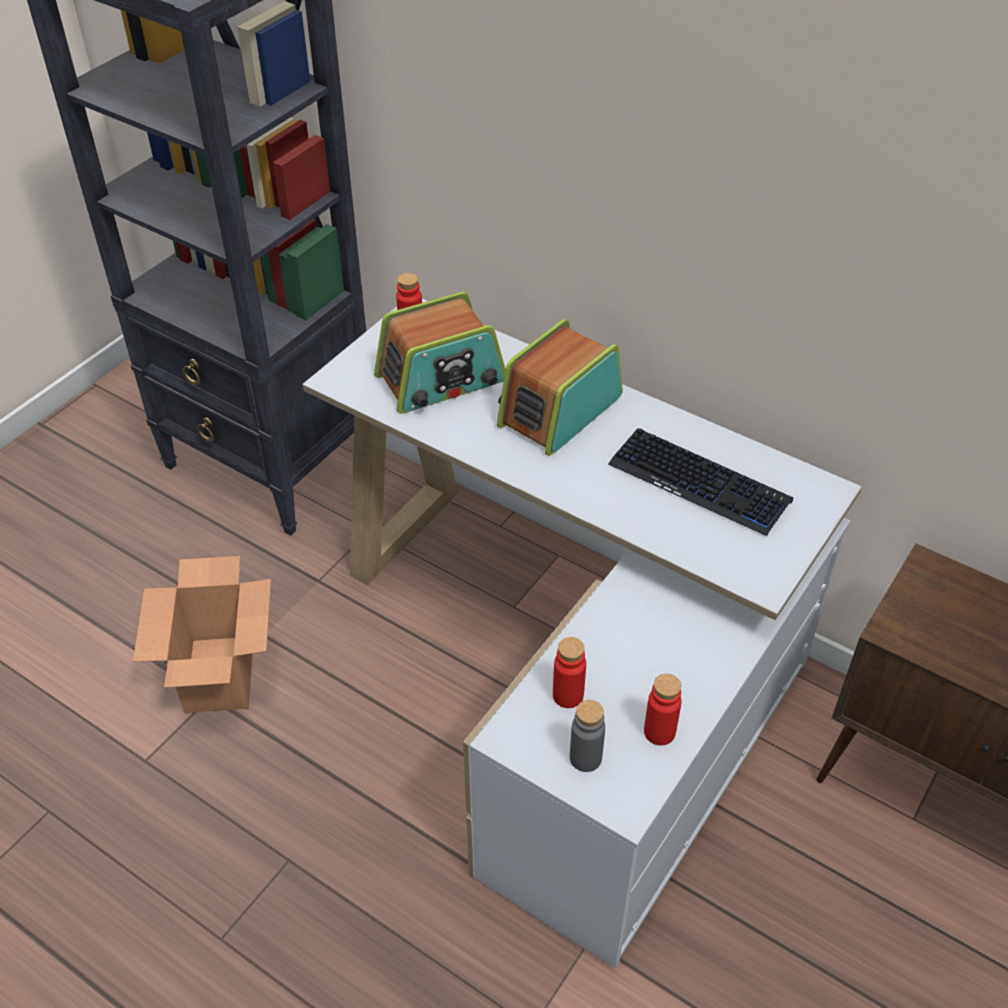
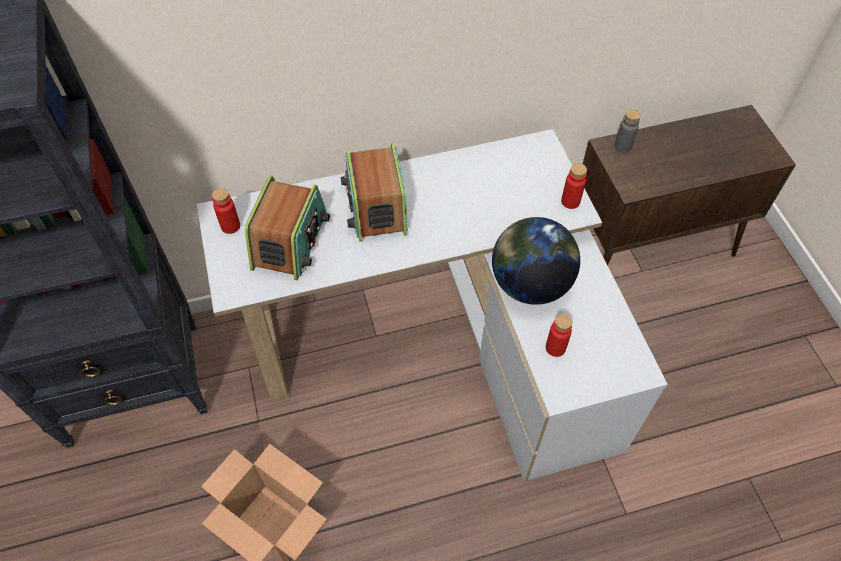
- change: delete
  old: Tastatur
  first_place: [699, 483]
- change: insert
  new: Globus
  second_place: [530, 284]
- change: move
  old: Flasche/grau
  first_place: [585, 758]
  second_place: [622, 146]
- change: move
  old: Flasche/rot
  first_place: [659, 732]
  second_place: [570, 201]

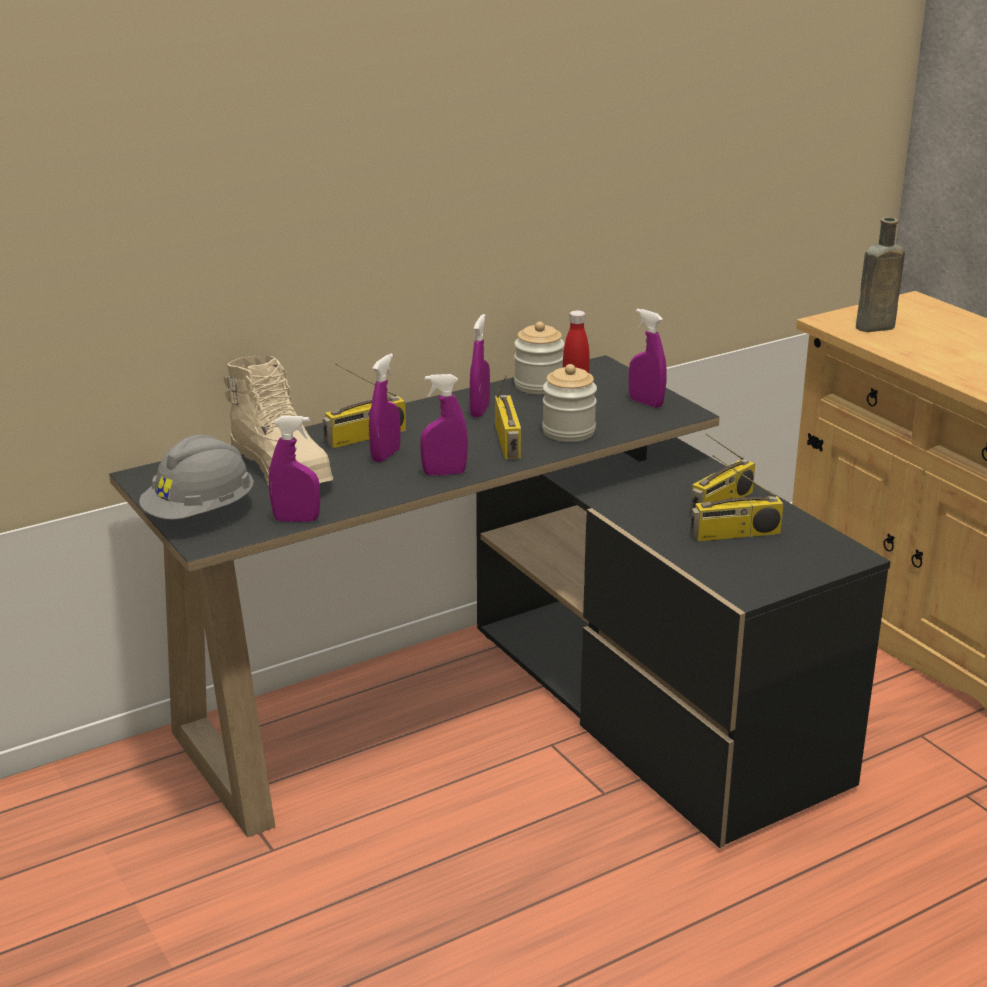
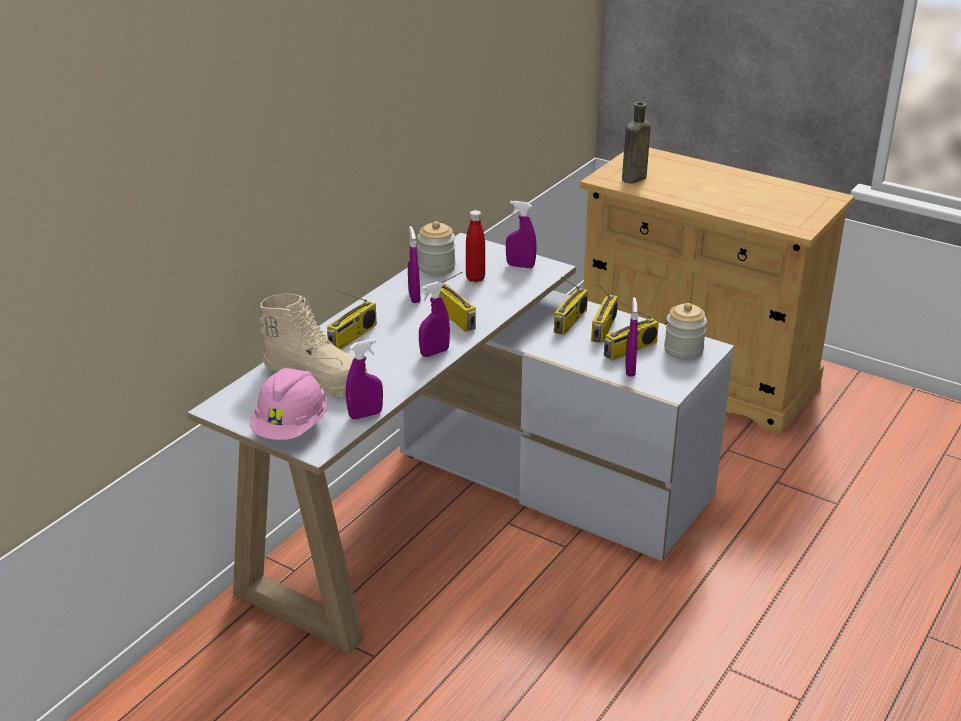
- change: insert
  new: Radio
  second_place: [570, 321]
- change: move
  old: Sprühflasche/lila
  first_place: [385, 455]
  second_place: [630, 369]
- change: move
  old: Vorratsglas
  first_place: [568, 432]
  second_place: [683, 350]
- change: recolor
  old: Schreibtisch/schwarz
  new: Schreibtisch/weiß
  first_place: [510, 718]
  second_place: [467, 512]
- change: recolor
  old: Schutzhelm/grau
  new: Schutzhelm/rosa
  first_place: [200, 514]
  second_place: [291, 427]

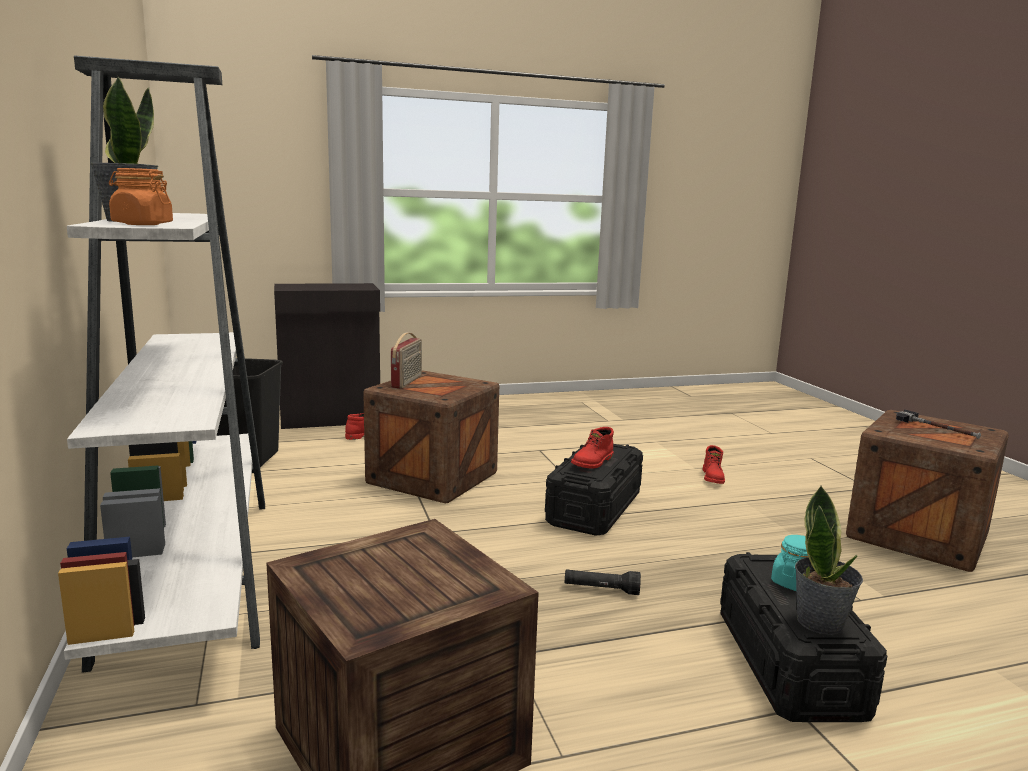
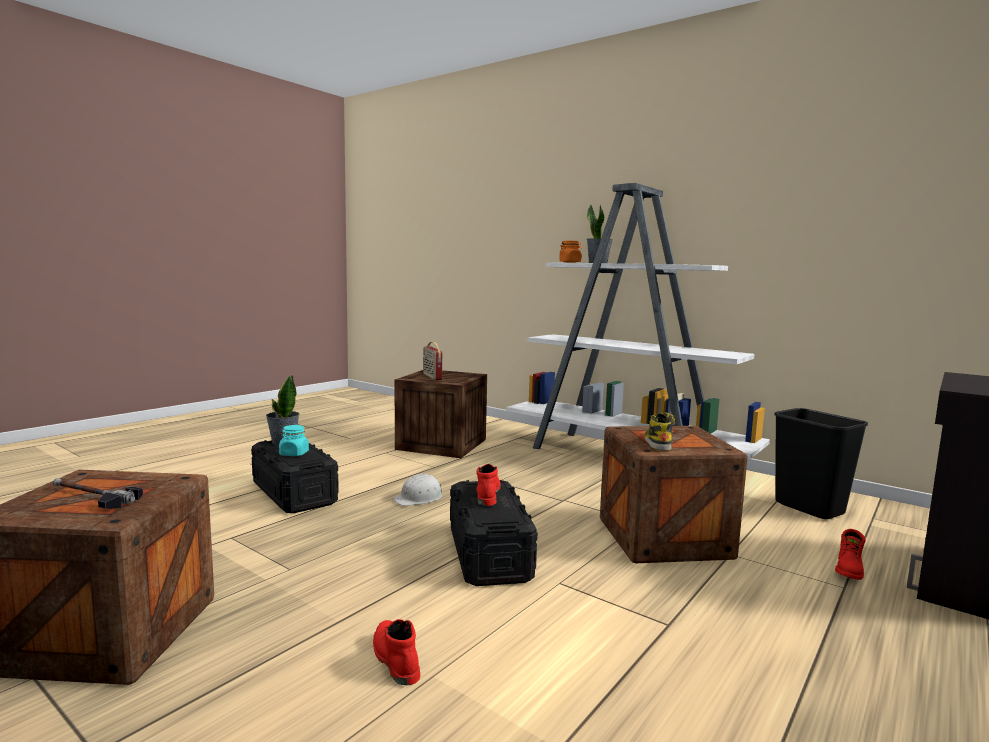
- change: insert
  new: Stiefel
  second_place: [657, 442]
- change: move
  old: Radio
  first_place: [407, 381]
  second_place: [431, 376]
- change: replace
  old: Taschenlampe/schwarz
  new: Schutzhelm/weiß
  first_place: [601, 590]
  second_place: [419, 498]

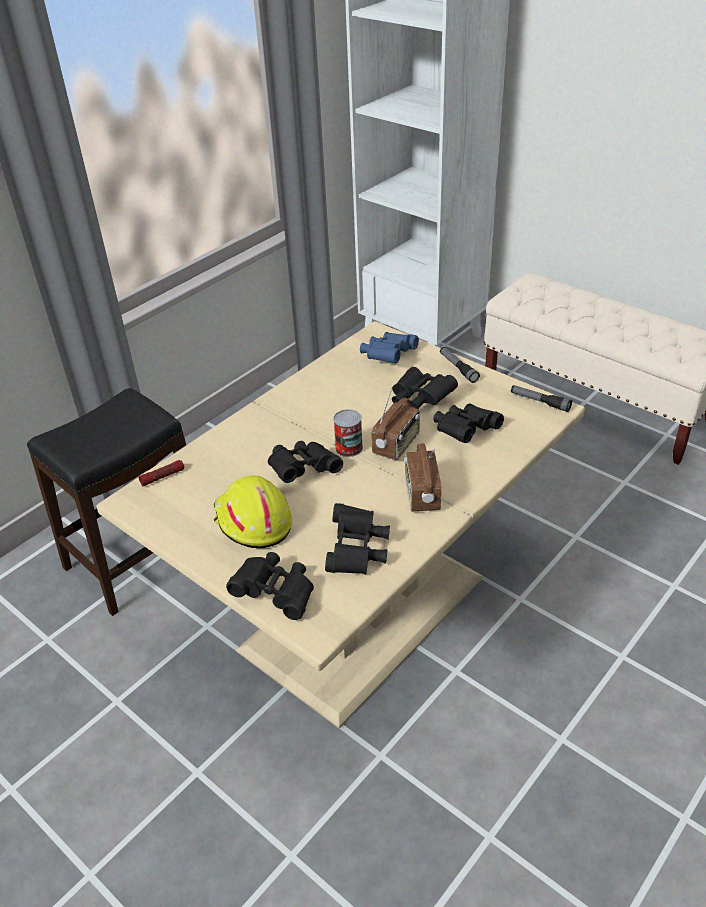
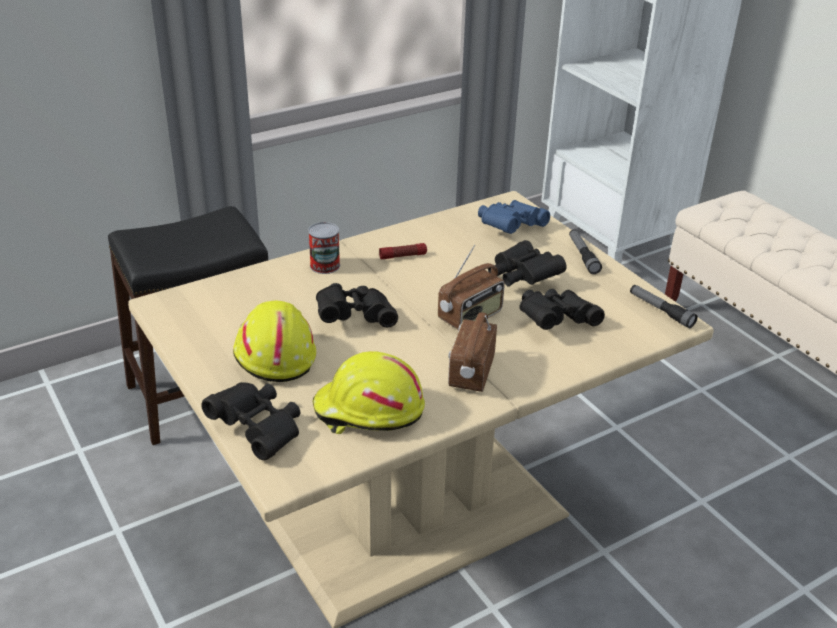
- change: move
  old: Taschenlampe
  first_place: [162, 477]
  second_place: [403, 256]
- change: move
  old: Dose
  first_place: [349, 448]
  second_place: [325, 266]
- change: replace
  old: Fernglas/schwarz
  new: Schutzhelm/gelb
  first_place: [357, 551]
  second_place: [368, 411]

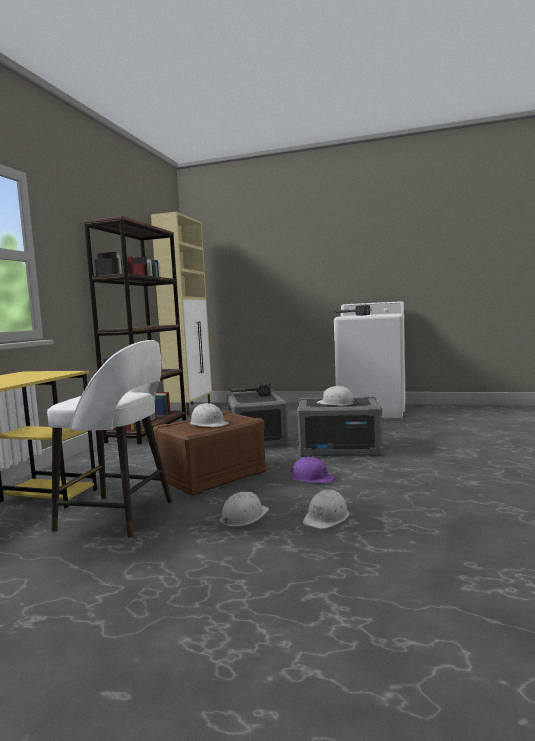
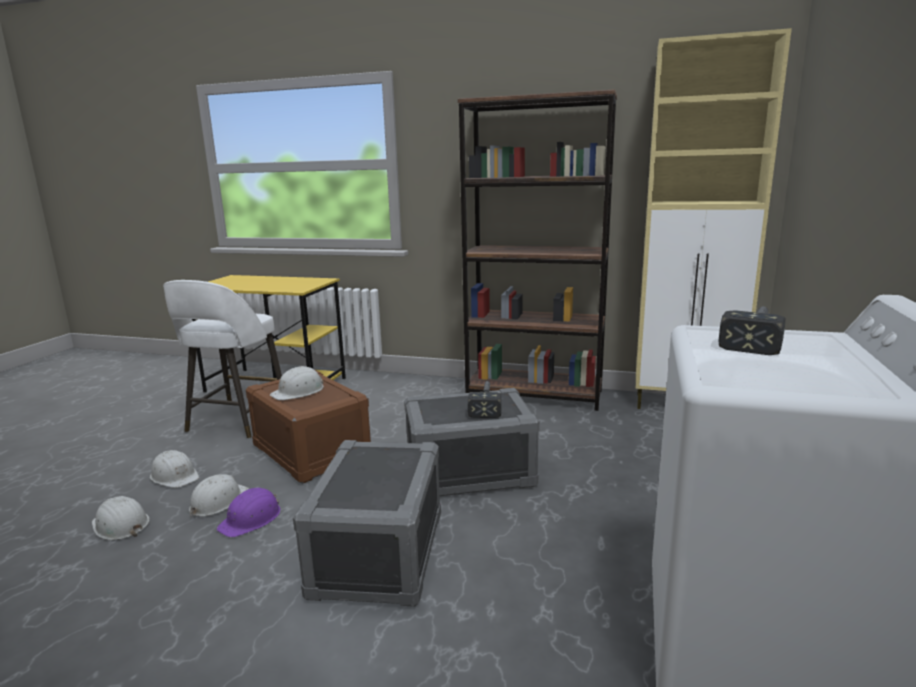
- change: move
  old: Schutzhelm/weiß
  first_place: [336, 403]
  second_place: [218, 501]

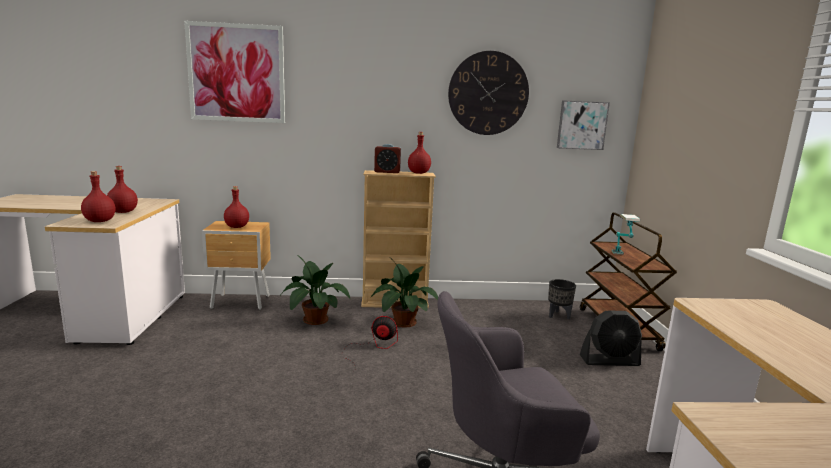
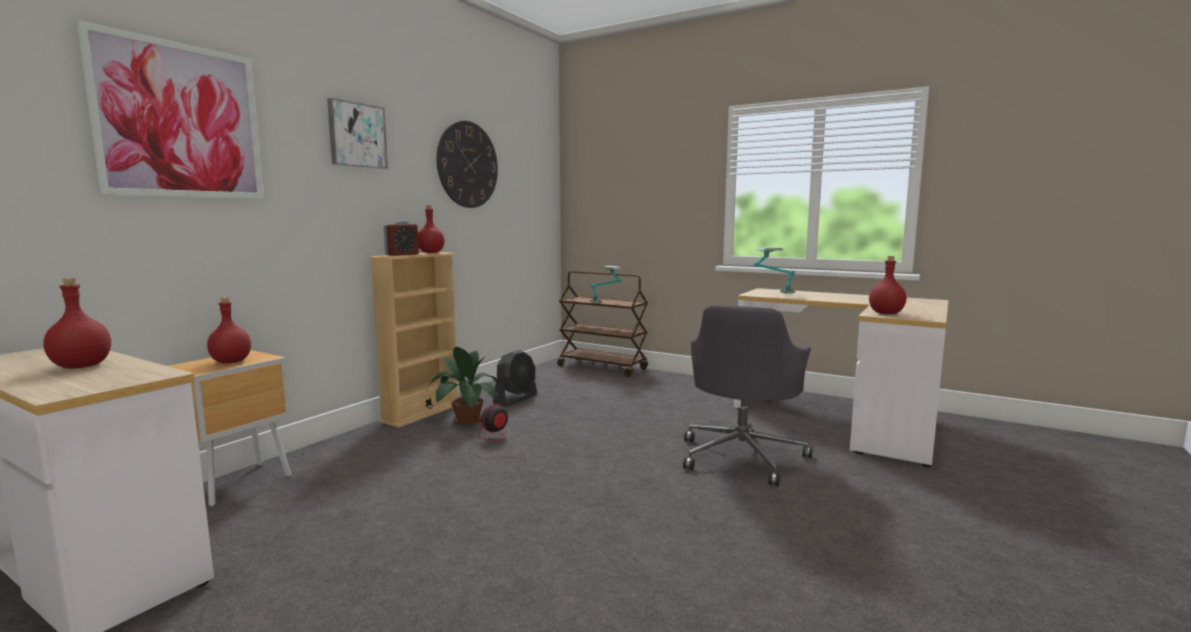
- change: delete
  old: Topfpflanze
  first_place: [313, 319]
- change: delete
  old: Pflanzkübel/schwarz
  first_place: [558, 316]
- change: insert
  new: Tischlampe
  second_place: [773, 293]
- change: move
  old: Flasche/rot
  first_place: [99, 221]
  second_place: [886, 313]
- change: move
  old: Bild
  first_place: [581, 125]
  second_place: [356, 135]
- change: move
  old: Ventilator/schwarz
  first_place: [609, 361]
  second_place: [515, 399]

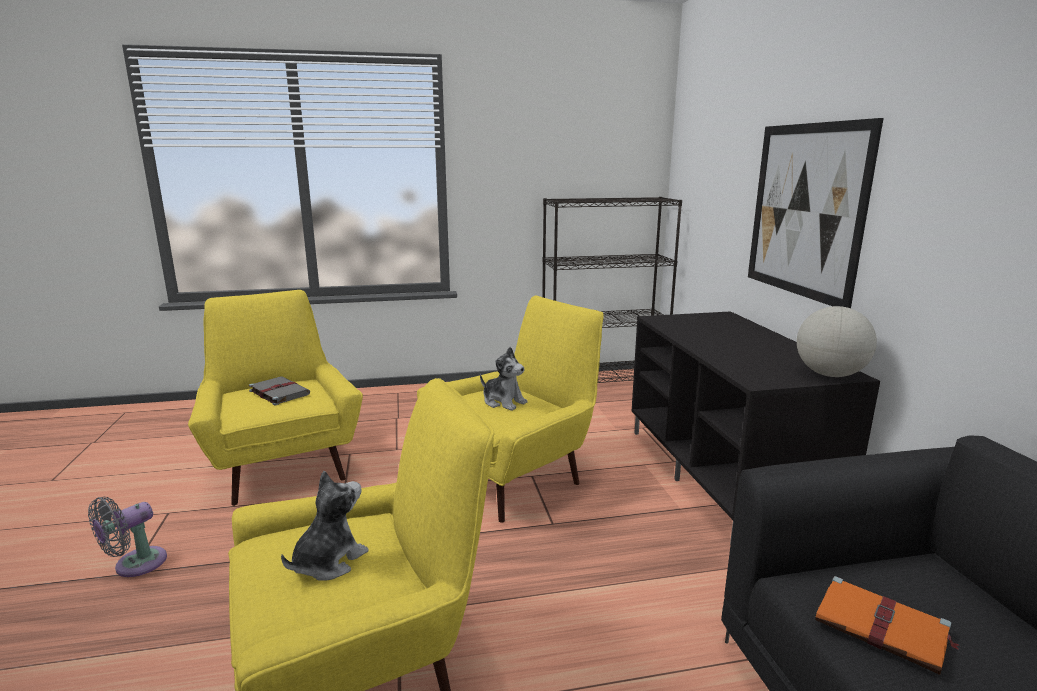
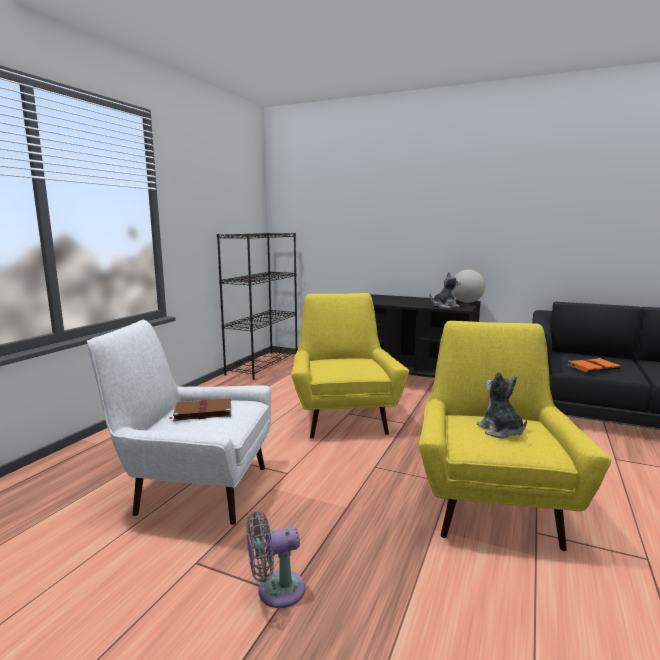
- change: delete
  old: Bild
  first_place: [805, 211]
- change: move
  old: Plüschtier
  first_place: [503, 402]
  second_place: [444, 306]
- change: recolor
  old: Sessel/gelb
  new: Sessel/weiß
  first_place: [283, 464]
  second_place: [195, 488]
- change: recolor
  old: Buch/grau
  new: Buch/braun
  first_place: [278, 392]
  second_place: [202, 412]
- change: rotate
  old: Ventilator/grau
  first_place: [135, 565]
  second_place: [276, 590]
  degrees: 90

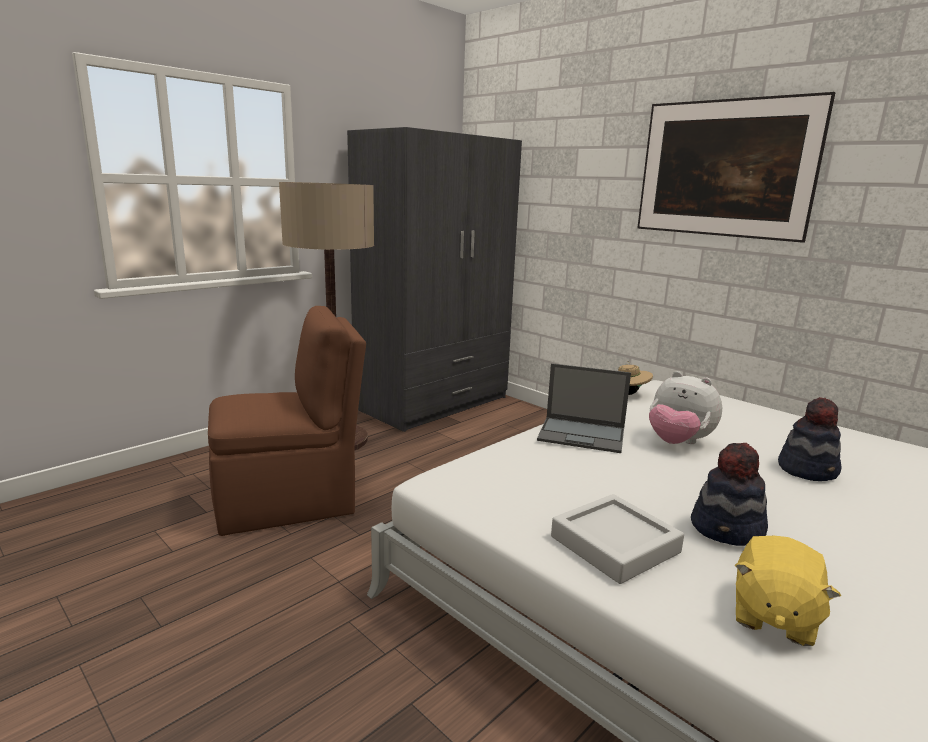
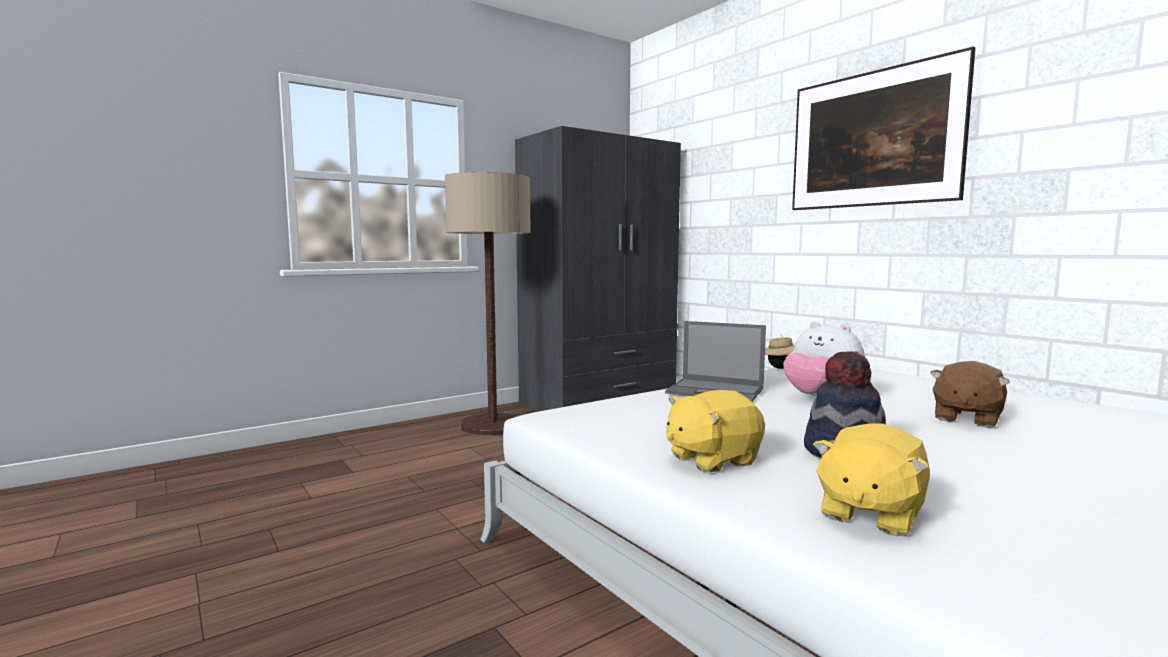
- change: delete
  old: Stuhl/braun
  first_place: [289, 500]
- change: replace
  old: Tablett/grau
  new: Plüschtier/gelb
  first_place: [614, 544]
  second_place: [711, 459]
- change: replace
  old: Hut
  new: Plüschtier/braun
  first_place: [808, 469]
  second_place: [966, 418]

